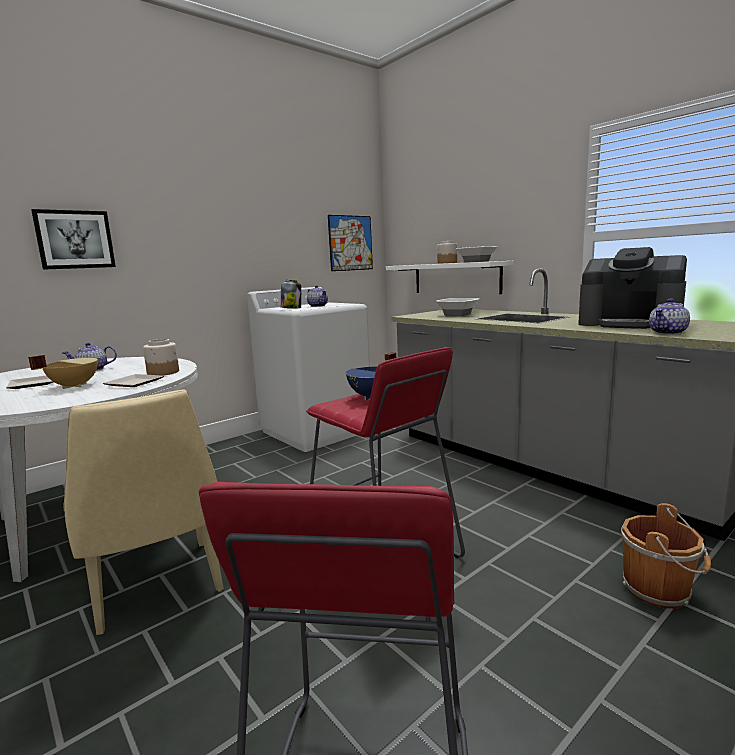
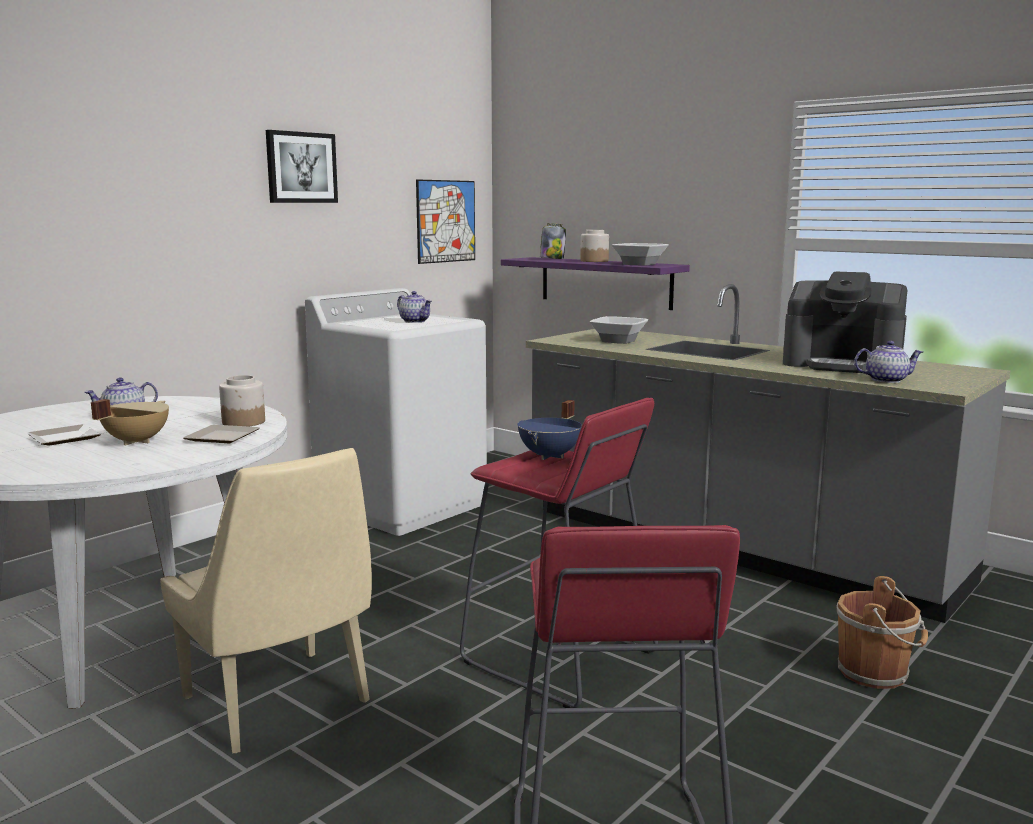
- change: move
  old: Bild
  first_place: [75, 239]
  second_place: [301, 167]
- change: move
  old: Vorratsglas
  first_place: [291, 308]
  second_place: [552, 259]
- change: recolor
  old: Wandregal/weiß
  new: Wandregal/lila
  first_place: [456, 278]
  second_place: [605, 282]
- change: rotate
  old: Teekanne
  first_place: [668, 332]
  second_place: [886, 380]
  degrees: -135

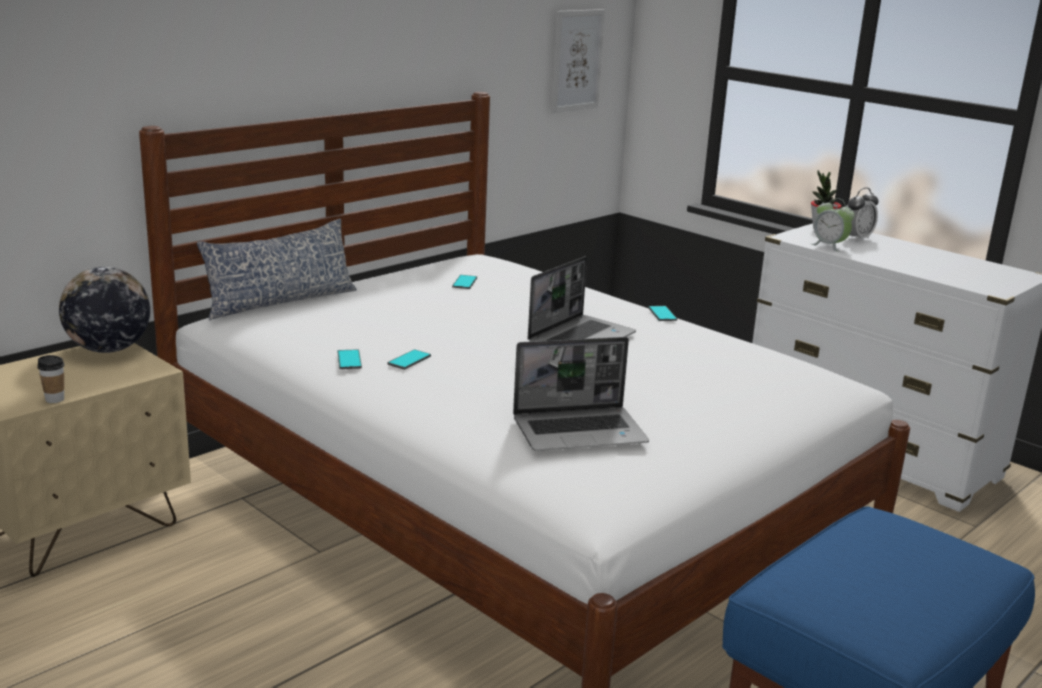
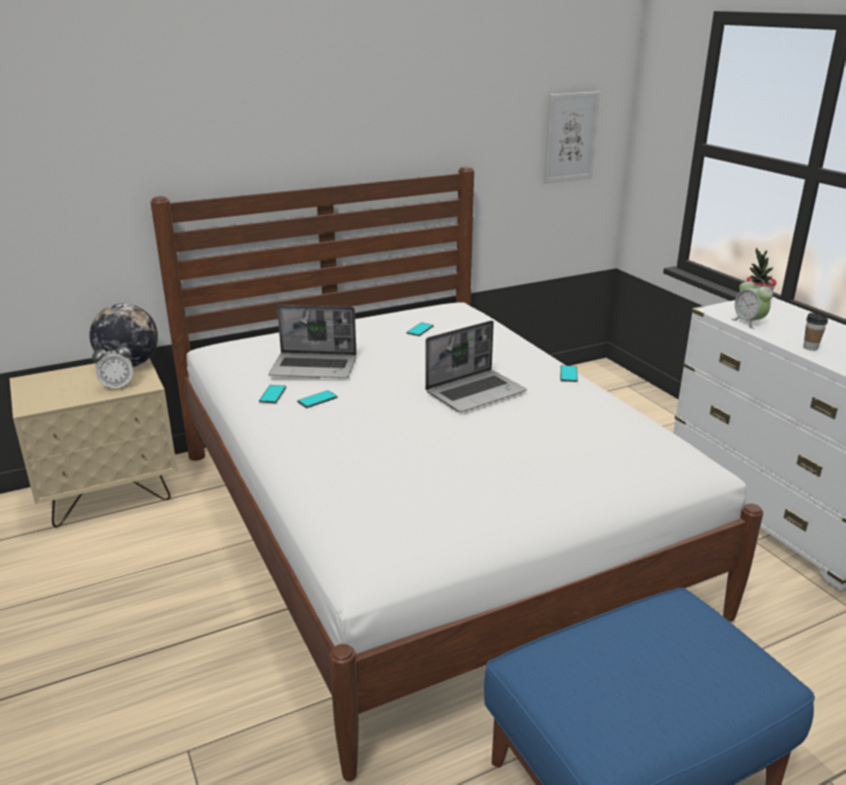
- change: delete
  old: Kissen
  first_place: [280, 301]
- change: move
  old: Tasse
  first_place: [55, 399]
  second_place: [810, 348]
- change: move
  old: Laptop
  first_place: [580, 431]
  second_place: [315, 367]
- change: move
  old: Wecker
  first_place: [856, 238]
  second_place: [117, 386]

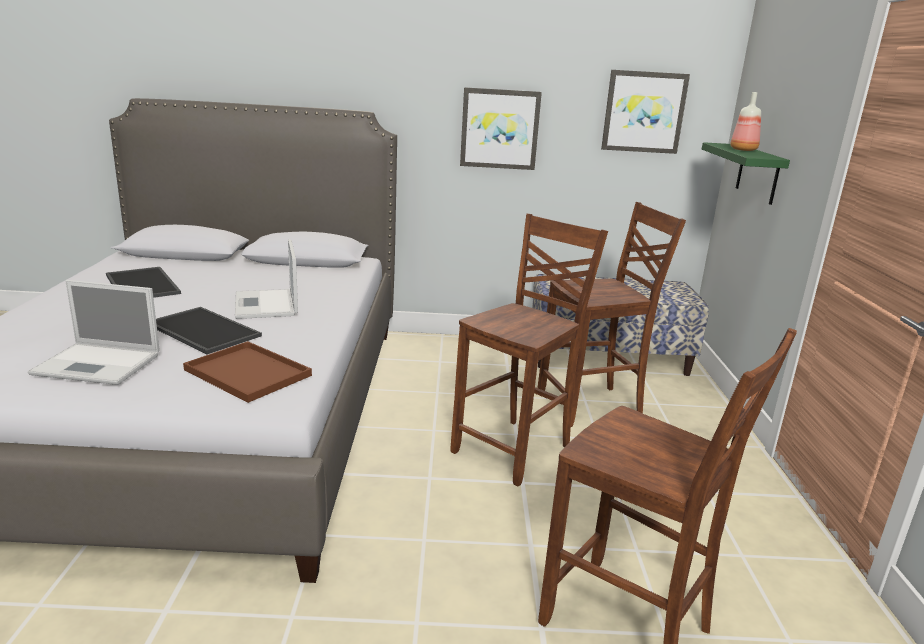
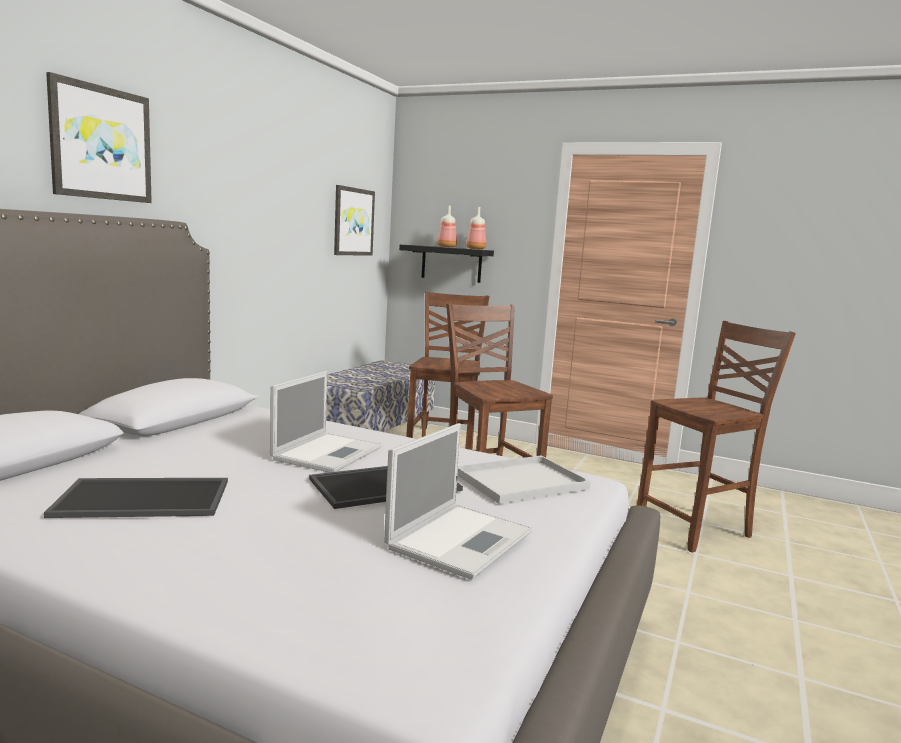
- change: insert
  new: Flasche
  second_place: [476, 249]
- change: move
  old: Bild
  first_place: [499, 129]
  second_place: [100, 143]
- change: recolor
  old: Tablett/braun
  new: Tablett/weiß
  first_place: [250, 373]
  second_place: [523, 480]
- change: recolor
  old: Wandregal/grün
  new: Wandregal/schwarz
  first_place: [757, 174]
  second_place: [451, 264]
- change: rotate
  old: Laptop
  first_place: [266, 305]
  second_place: [328, 452]
  degrees: -75

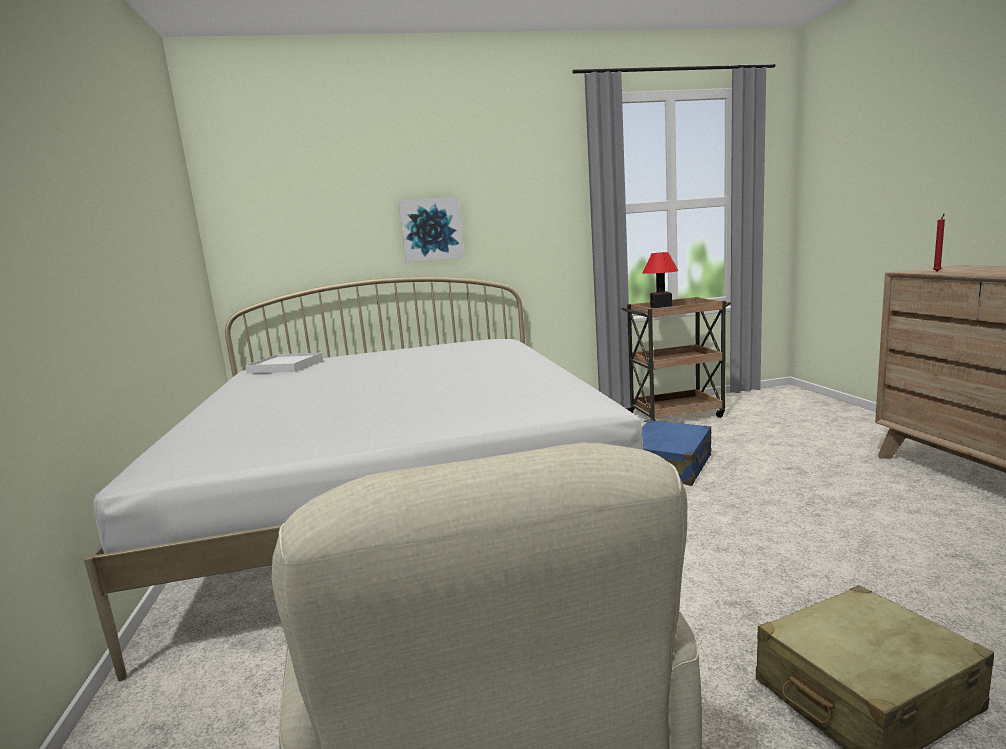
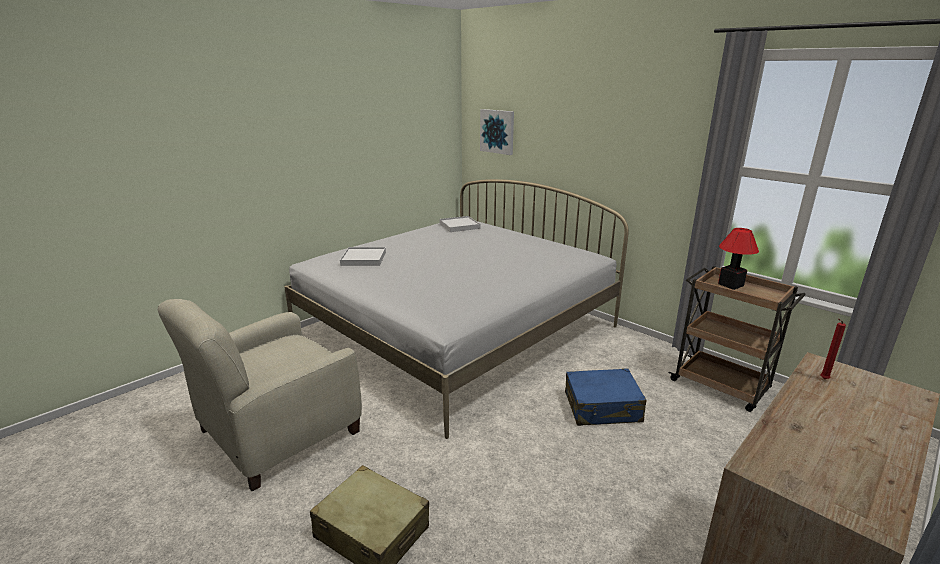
- change: insert
  new: Tablett/weiß
  second_place: [363, 258]
- change: move
  old: Bild
  first_place: [431, 229]
  second_place: [497, 131]

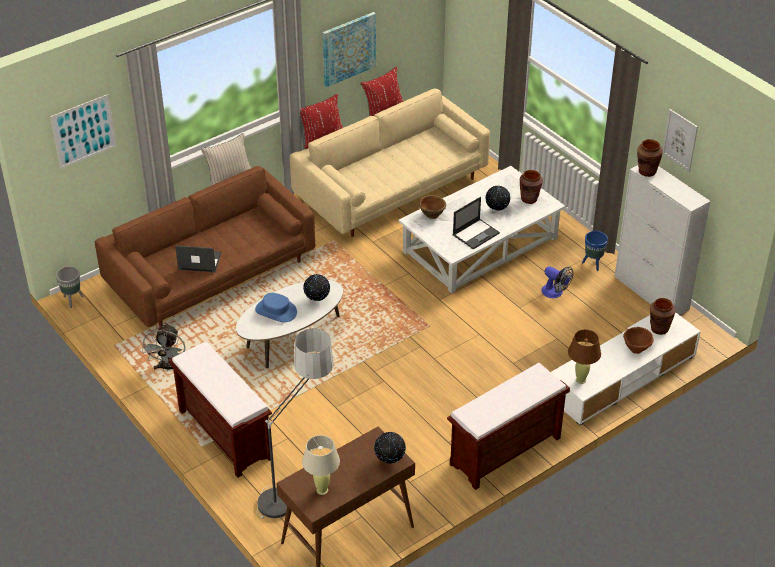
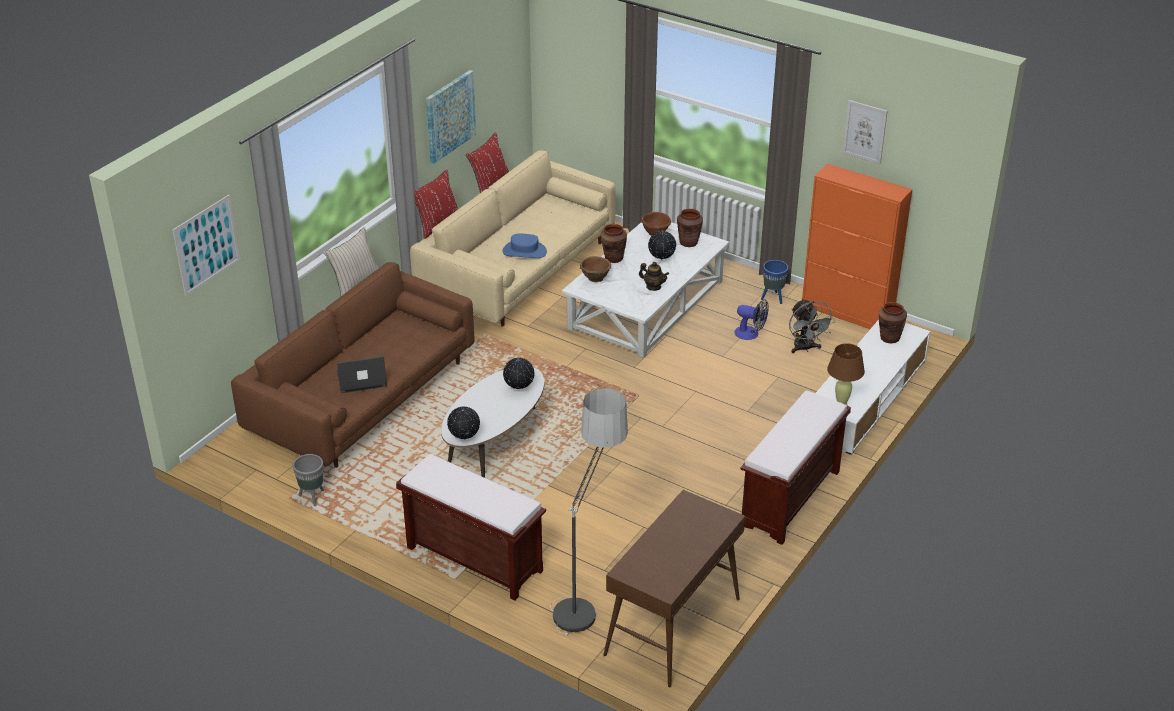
- change: delete
  old: Tischlampe/beige
  first_place: [322, 490]
- change: move
  old: Pflanzkübel/grau
  first_place: [73, 300]
  second_place: [313, 497]
- change: move
  old: Ventilator/grau
  first_place: [168, 368]
  second_place: [805, 348]
- change: move
  old: Hut/blau
  first_place: [276, 311]
  second_place: [524, 251]
- change: move
  old: Globus
  first_place: [389, 461]
  second_place: [464, 439]
- change: move
  old: Schüssel/braun
  first_place: [636, 348]
  second_place: [655, 233]
- change: move
  old: Vase/braun
  first_place: [647, 171]
  second_place: [613, 258]
- change: replace
  old: Laptop
  new: Teekanne
  first_place: [476, 234]
  second_place: [653, 287]
- change: recolor
  old: Schrank/weiß
  new: Schrank/orange
  first_place: [651, 293]
  second_place: [847, 312]

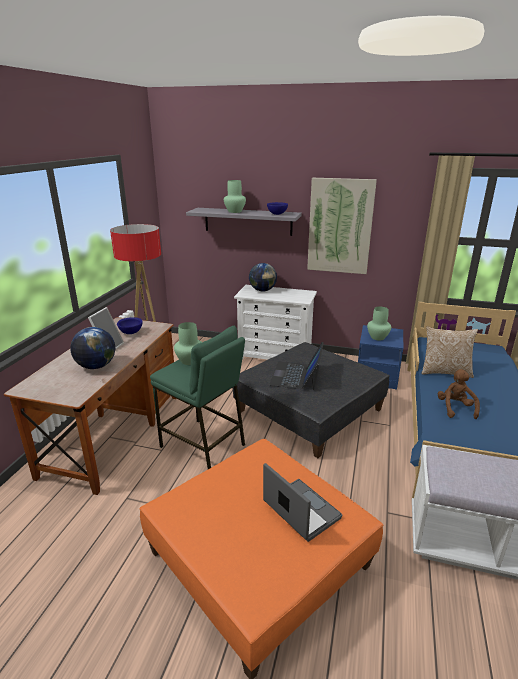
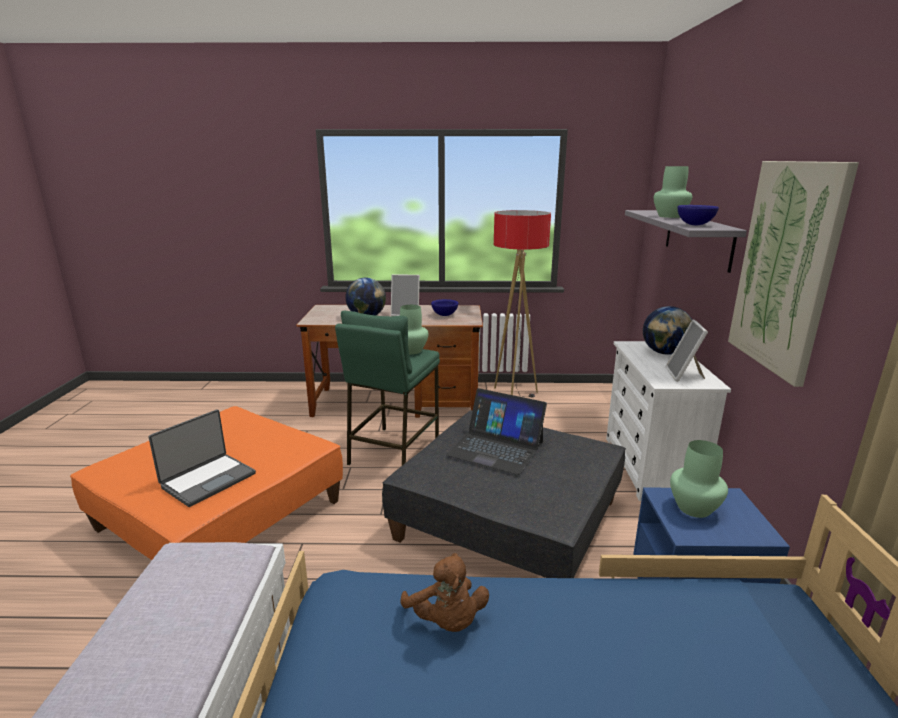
- change: delete
  old: Kissen
  first_place: [445, 372]
- change: insert
  new: Bilderrahmen
  second_place: [684, 375]
- change: rotate
  old: Laptop
  first_place: [296, 375]
  second_place: [496, 448]
  degrees: -150
- change: rotate
  old: Plüschtier/braun
  first_place: [455, 408]
  second_place: [446, 621]
  degrees: 75

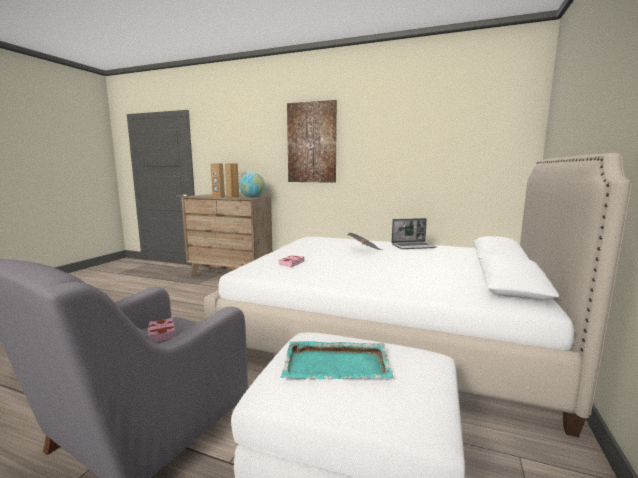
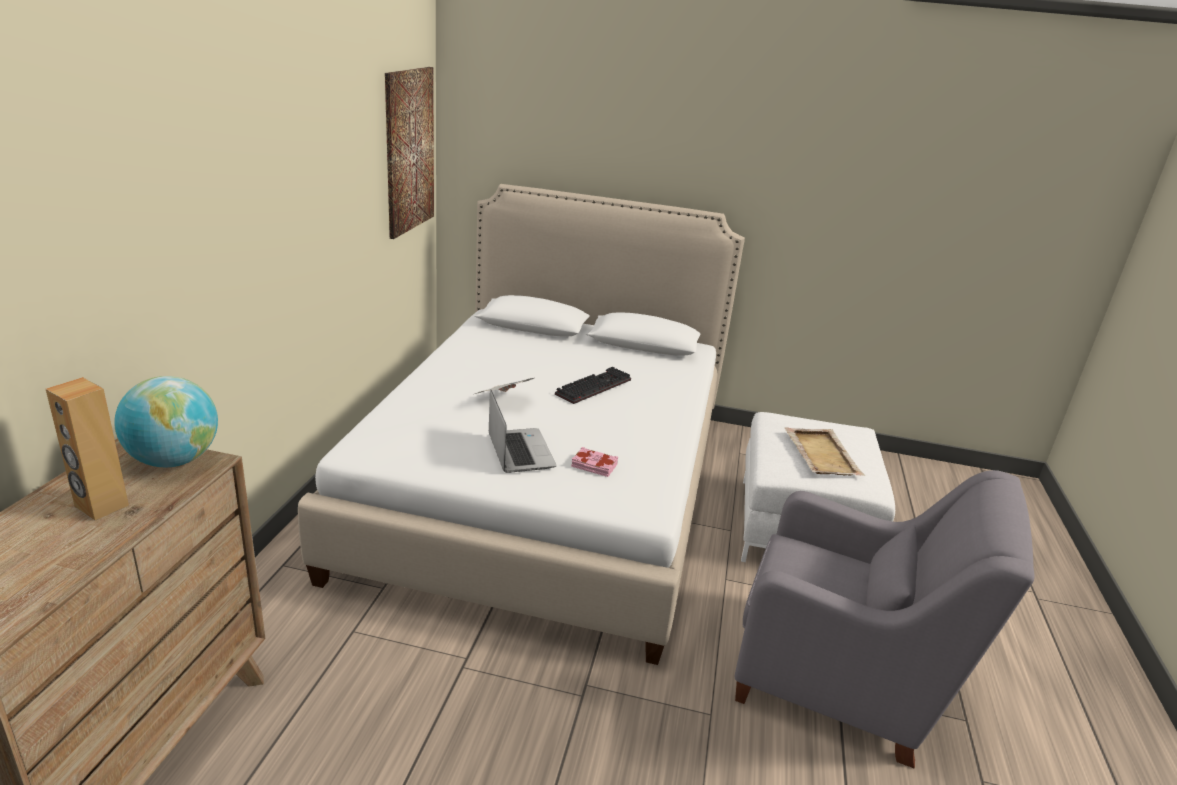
- change: delete
  old: Buch/rosa
  first_place: [161, 333]
- change: delete
  old: Lautsprecher/braun
  first_place: [218, 196]
- change: insert
  new: Tastatur
  second_place: [593, 386]
- change: move
  old: Bild
  first_place: [312, 143]
  second_place: [409, 151]
- change: move
  old: Laptop
  first_place: [413, 246]
  second_place: [519, 451]
- change: recolor
  old: Tablett/türkis
  new: Tablett/beige
  first_place: [337, 364]
  second_place: [821, 453]

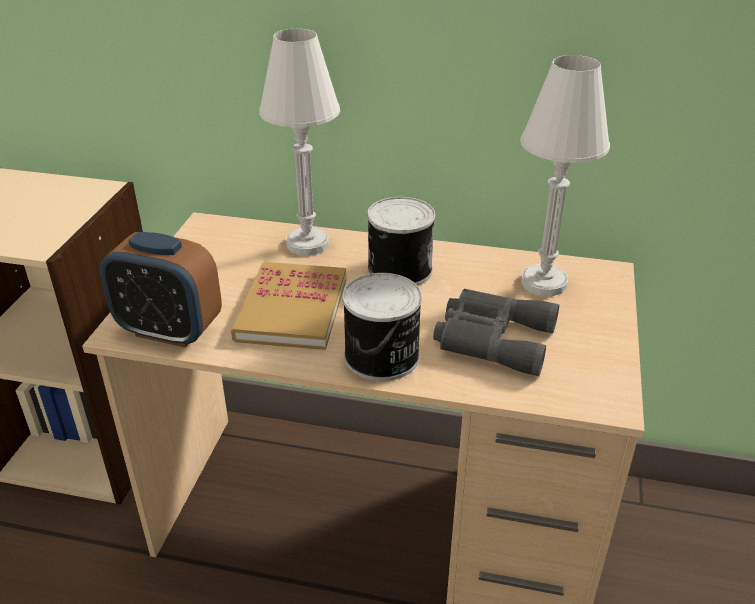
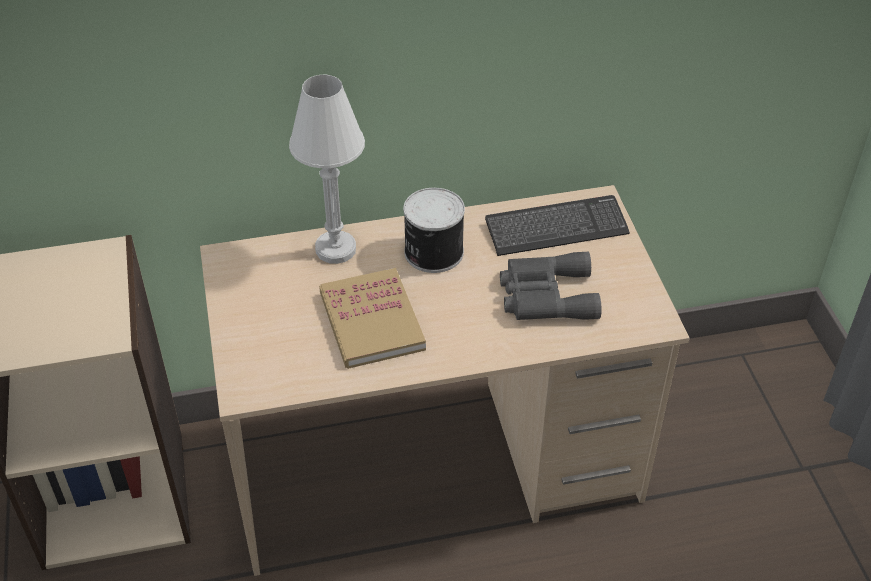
- change: delete
  old: Wecker
  first_place: [169, 331]
- change: delete
  old: Dose
  first_place: [383, 357]
- change: replace
  old: Tischlampe/weiß
  new: Tastatur
  first_place: [544, 283]
  second_place: [556, 228]

